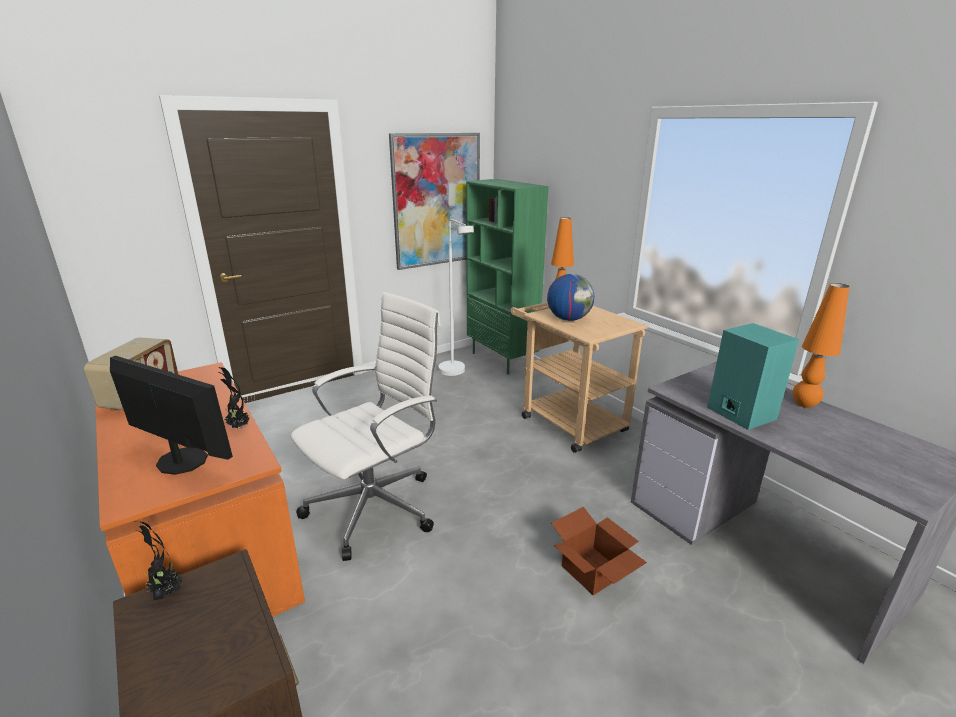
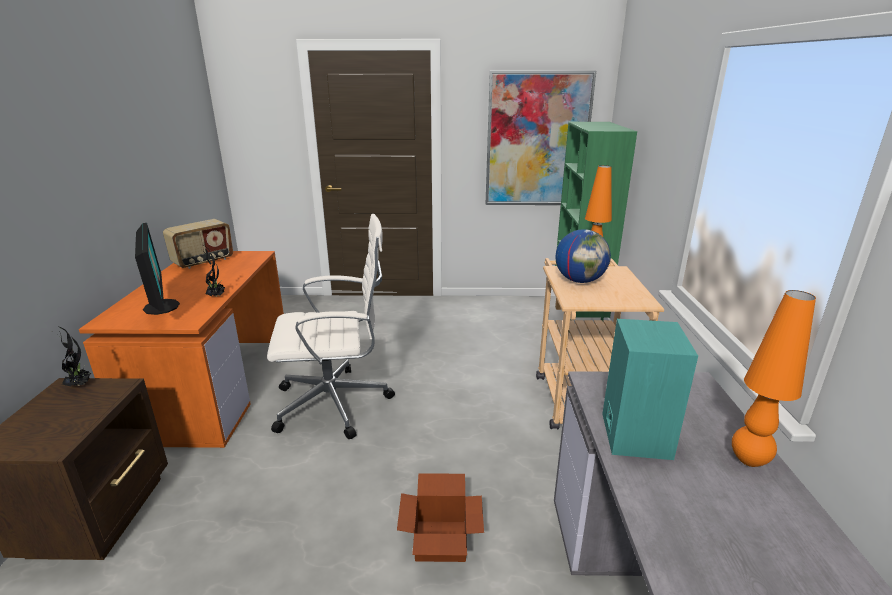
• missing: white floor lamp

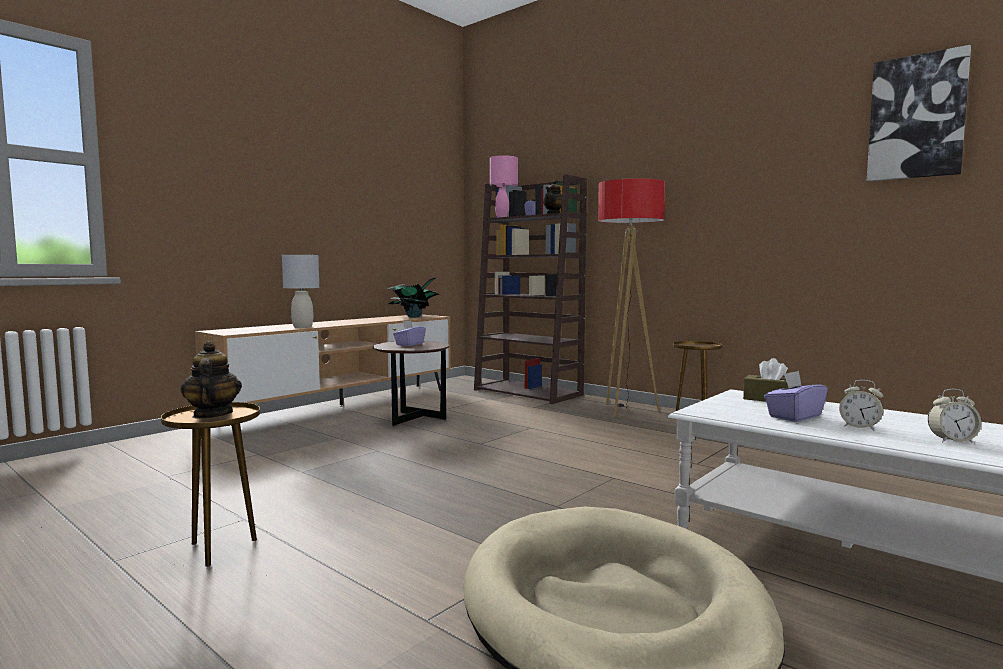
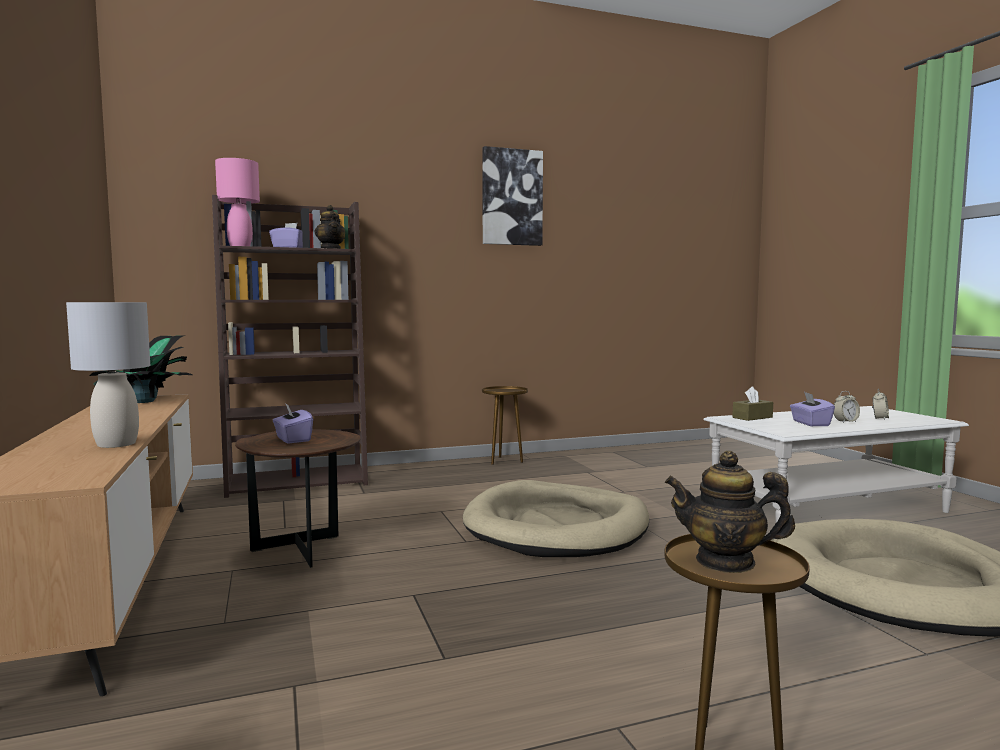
• relocated: picture
• missing: floor lamp
• appeared: beige dog bed (no. 1 from left)

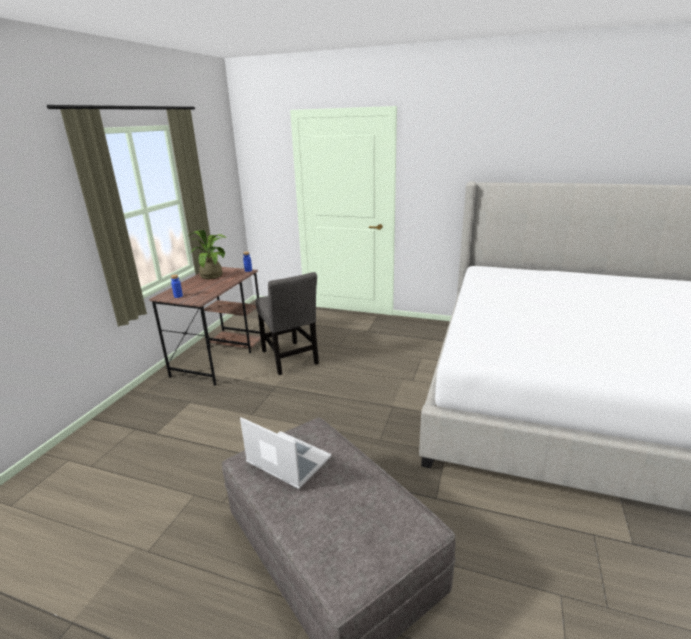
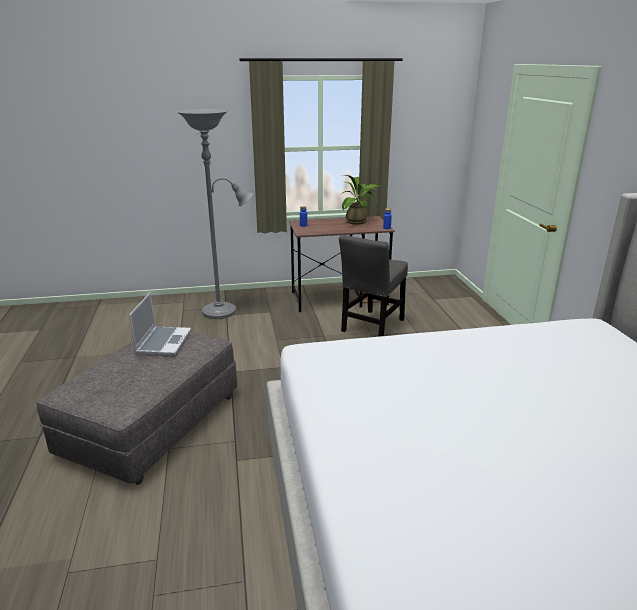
• appeared: grey floor lamp

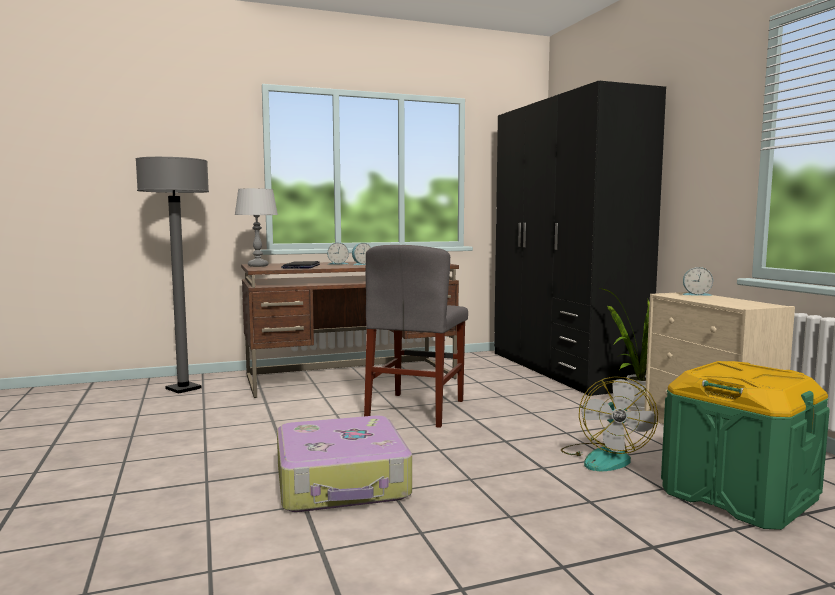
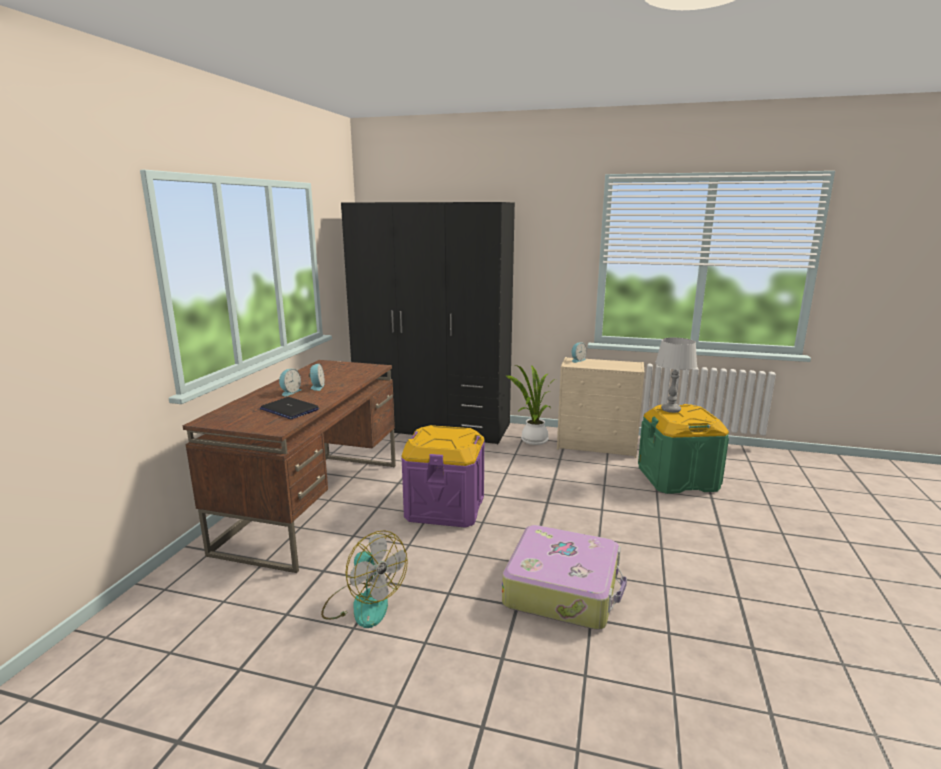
• missing: grey floor lamp
• relocated: grey table lamp
• exchanged: grey chair to purple storage box
• relocated: fan

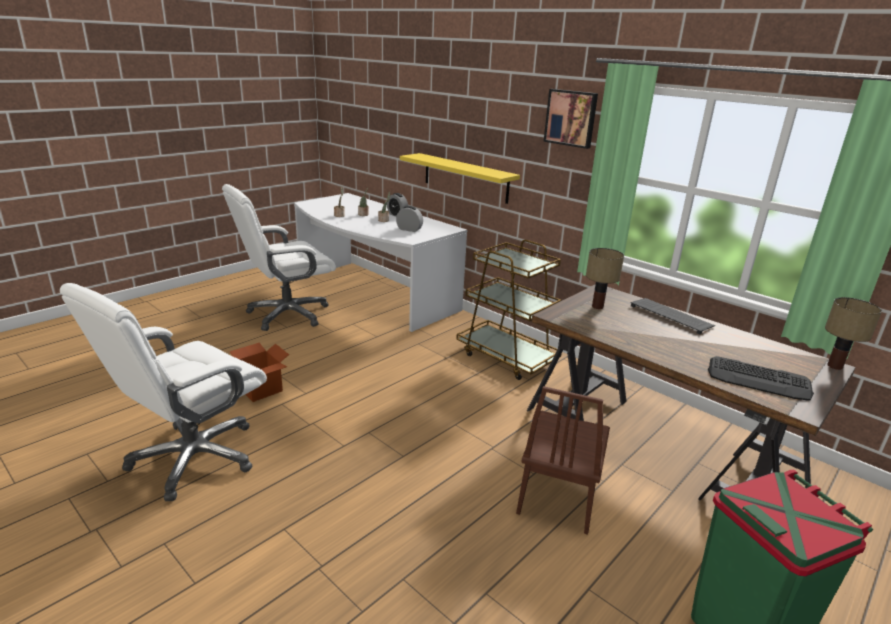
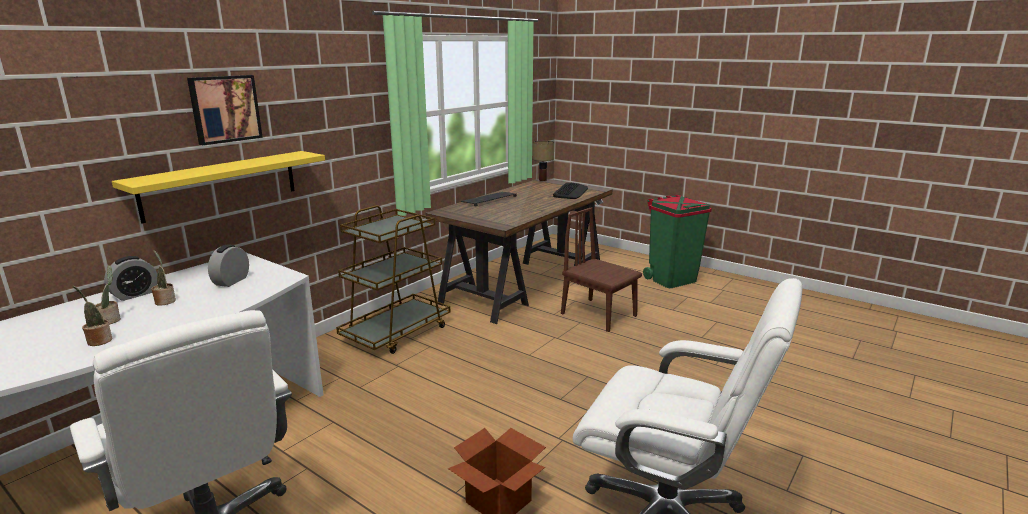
• relocated: picture
• missing: table lamp (no. 1 from left)
• spun: brown chair 150 degrees counterclockwise

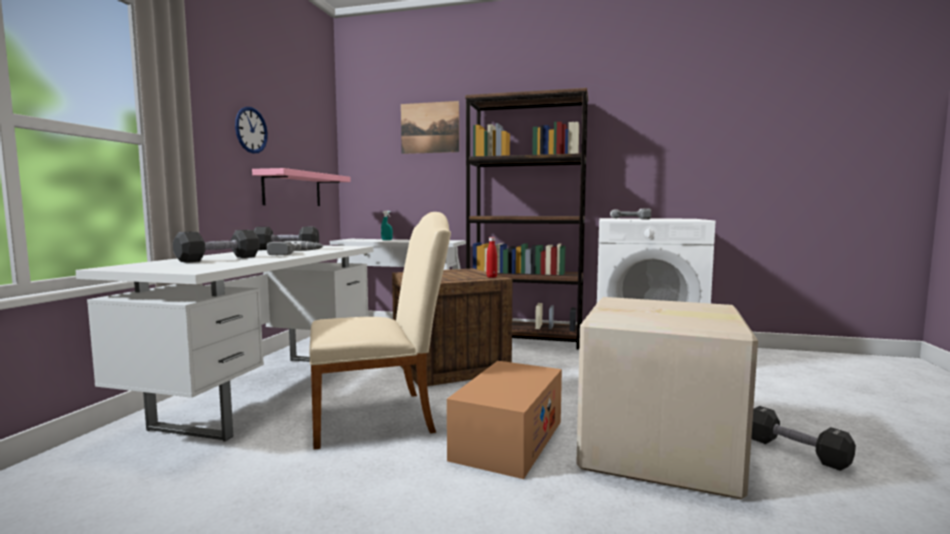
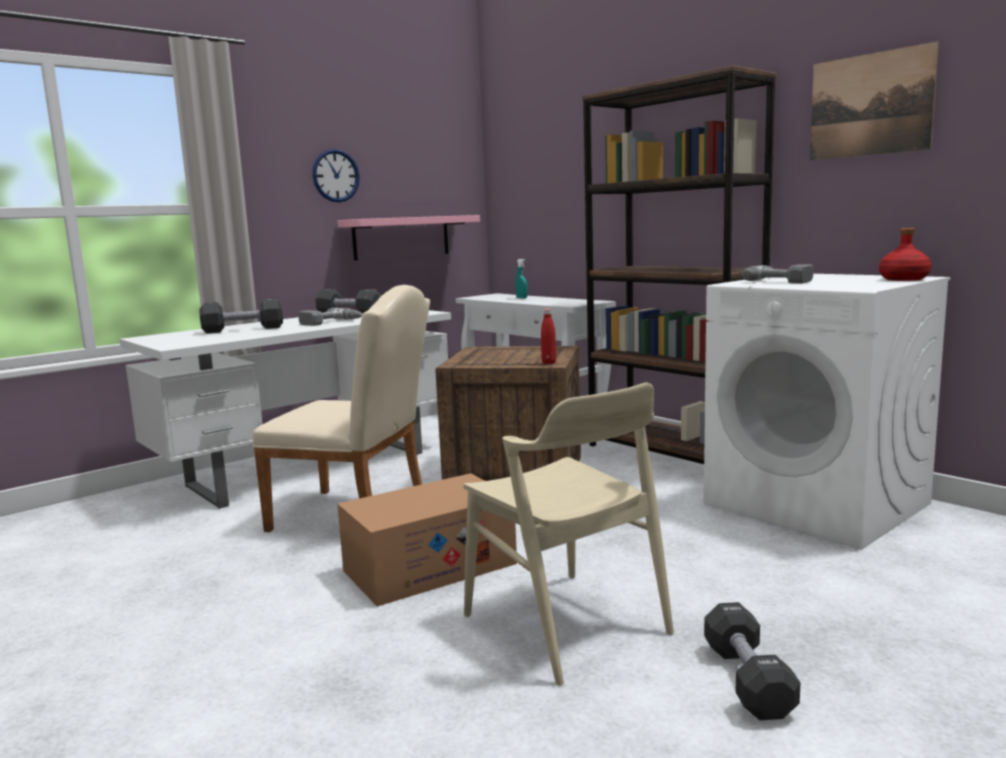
• relocated: picture
• exchanged: cardboard box (no. 2 from left) to beige chair (no. 2 from left)
• appeared: red bottle (no. 2 from left)

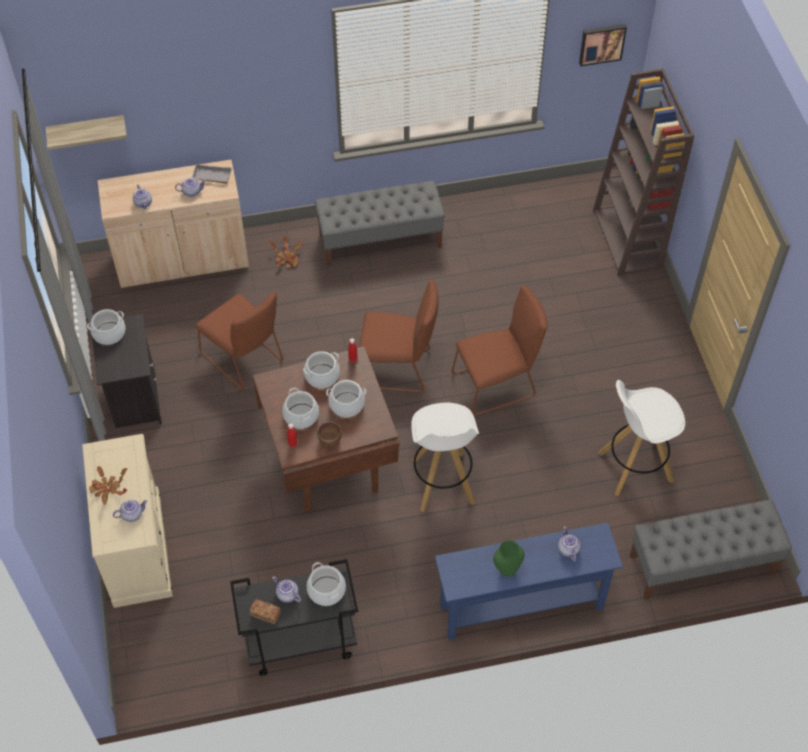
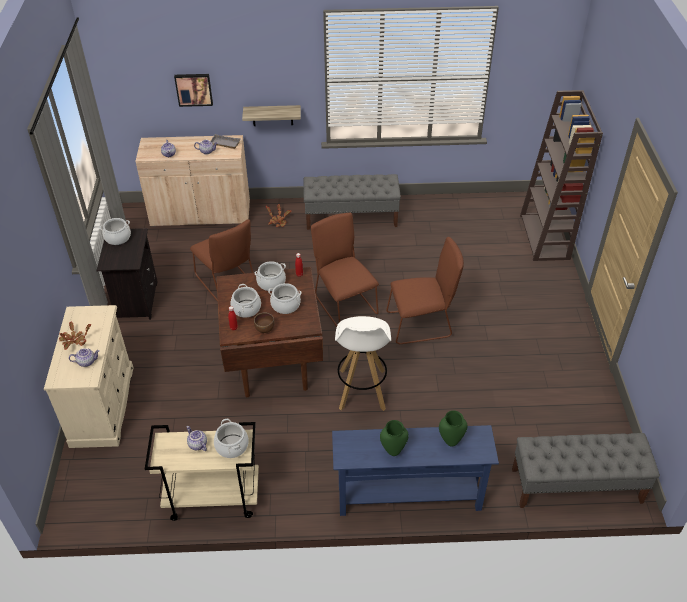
• relocated: picture
• relocated: shelf
• spun: brown chair (no. 2 from left) 135 degrees counterclockwise
• missing: white stool (no. 2 from left)
• exchanged: teapot (no. 5 from left) to green vase (no. 2 from left)
• colour: black cart to beige cart
• missing: bread

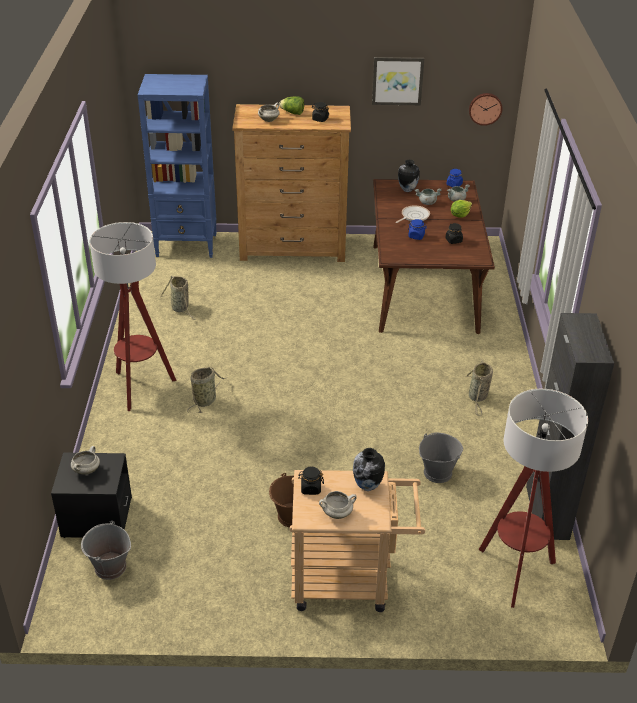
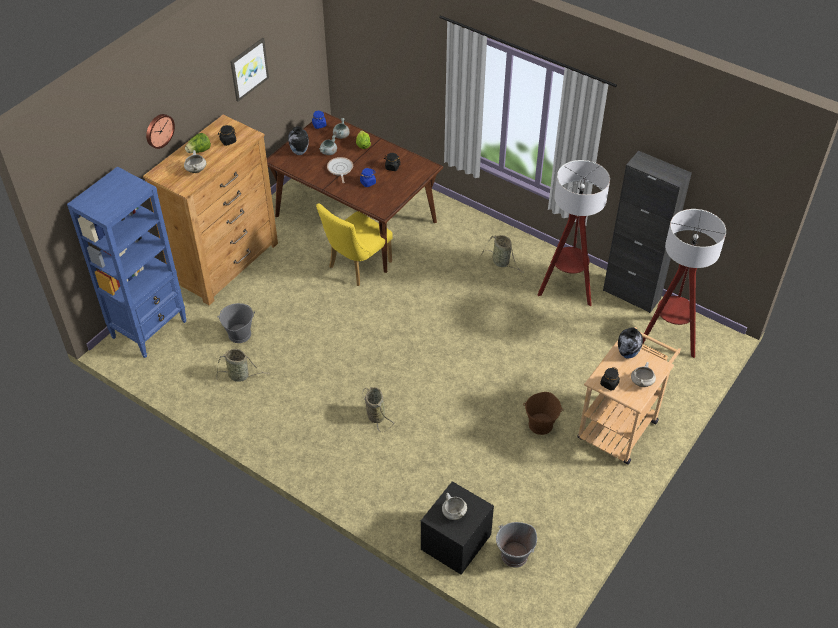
• relocated: wall clock
• relocated: floor lamp (no. 1 from left)
• relocated: grey bucket (no. 2 from left in the first image) to grey bucket (no. 1 from left)
• appeared: yellow chair

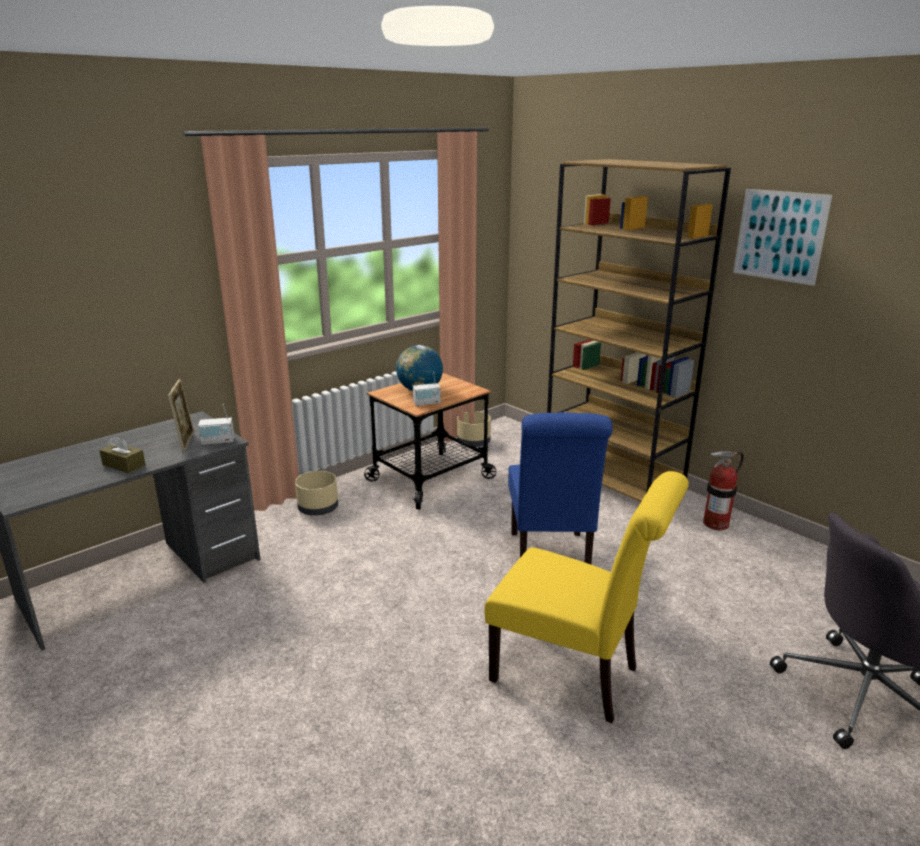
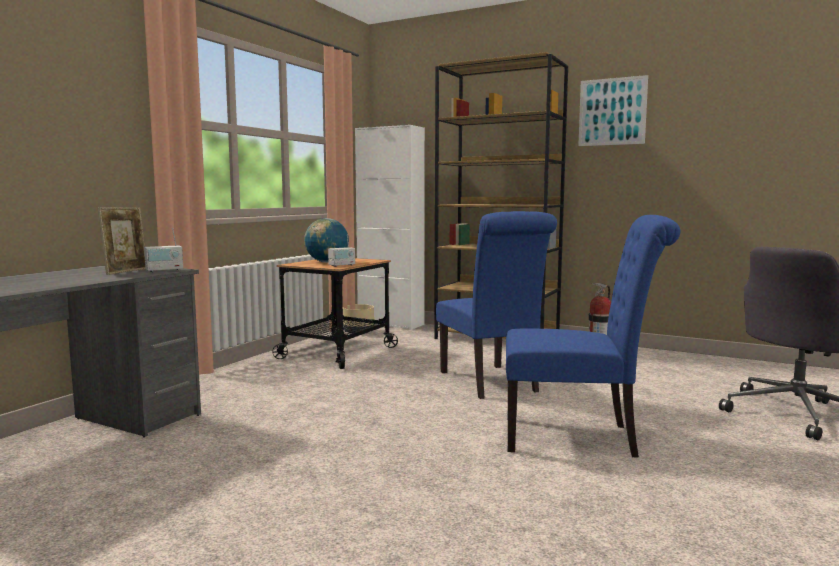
• spun: picture frame 45 degrees clockwise
• missing: brown tissue box
• missing: beige planter (no. 1 from left)
• colour: yellow chair to blue chair (no. 2 from left)
• appeared: white cabinet

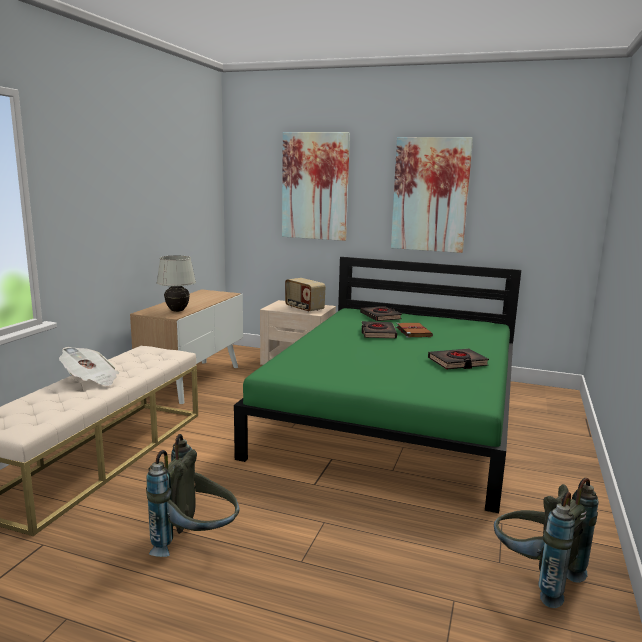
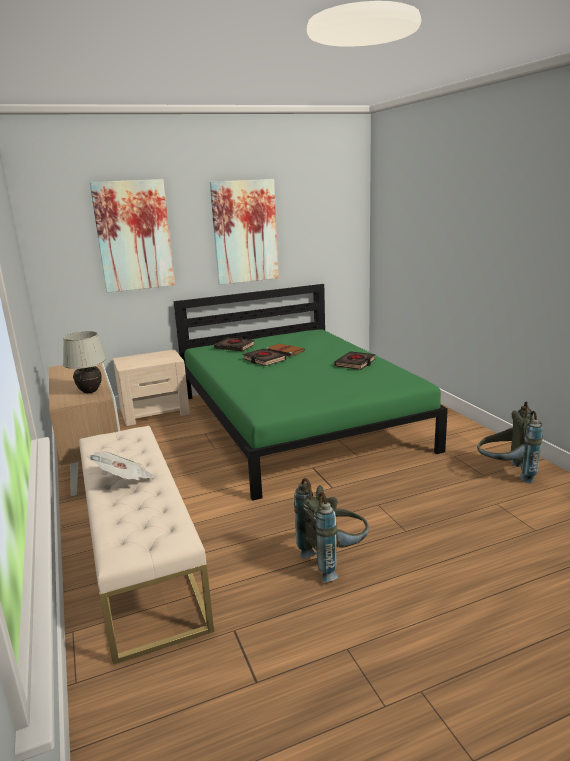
• missing: radio

